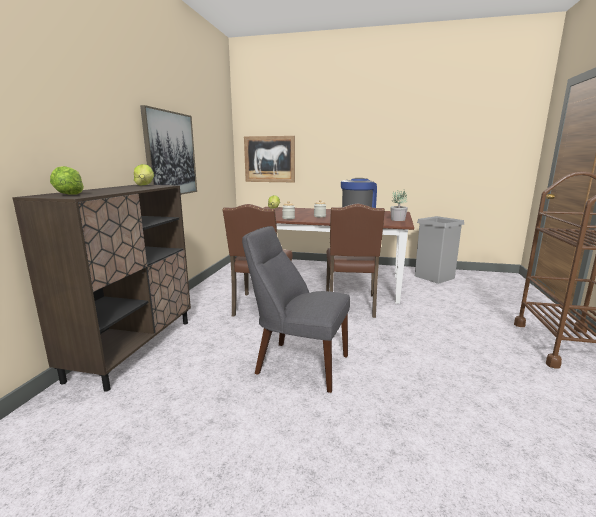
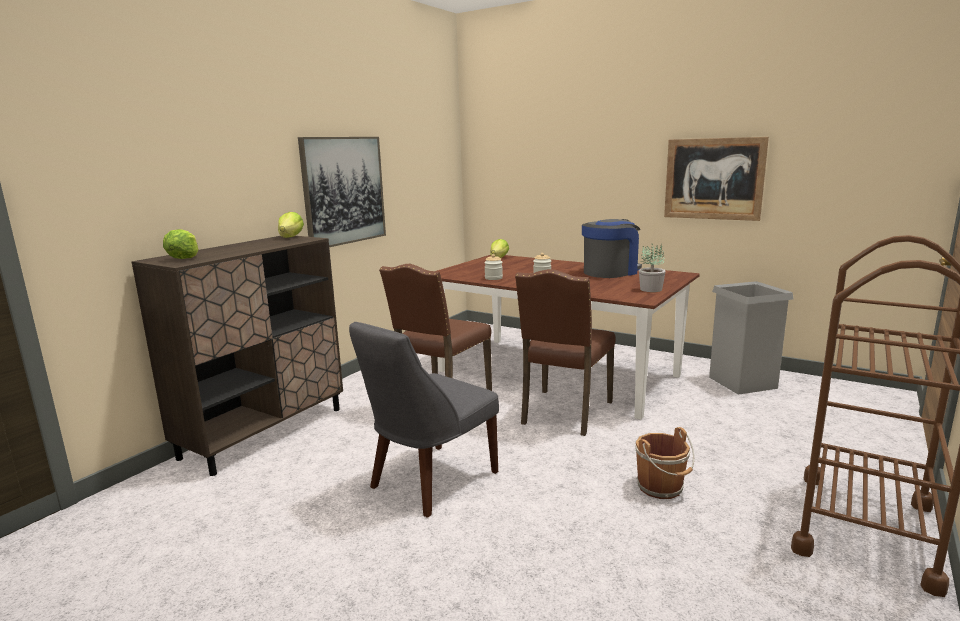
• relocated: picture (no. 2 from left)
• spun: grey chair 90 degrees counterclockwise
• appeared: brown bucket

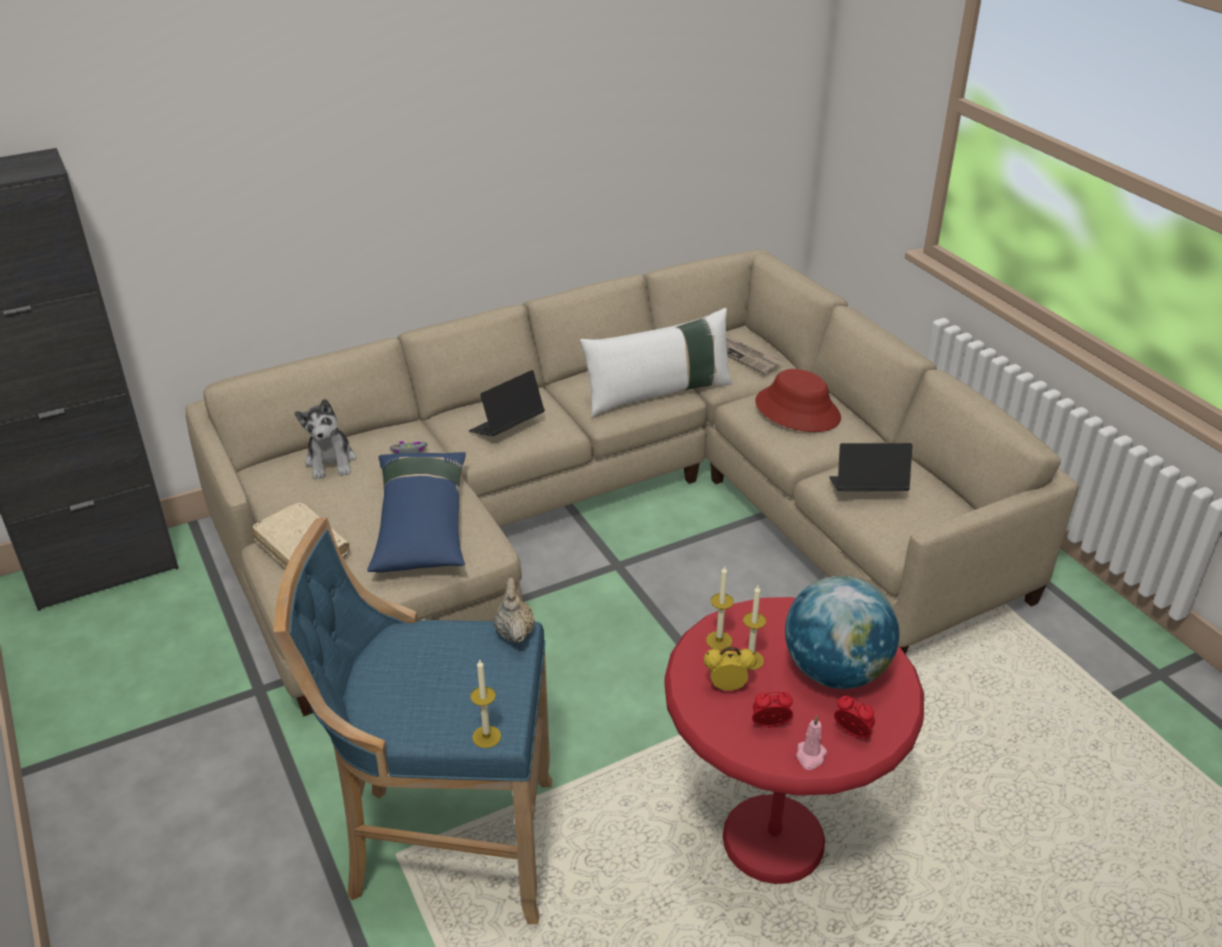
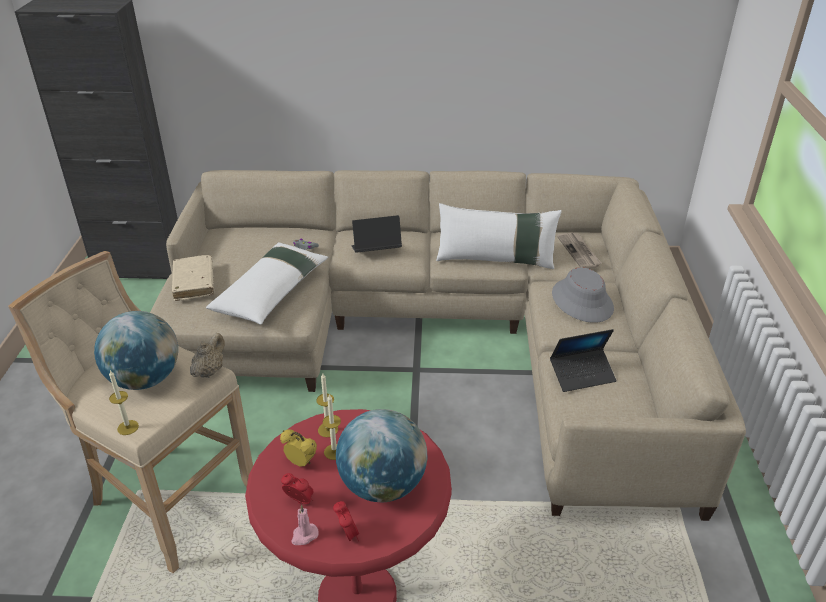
• colour: red hat to grey hat
• missing: plush toy
• spun: laptop (no. 2 from left) 135 degrees clockwise
• colour: blue pillow to white pillow (no. 1 from left)
• colour: blue stool to beige stool
• appeared: globe (no. 1 from left)

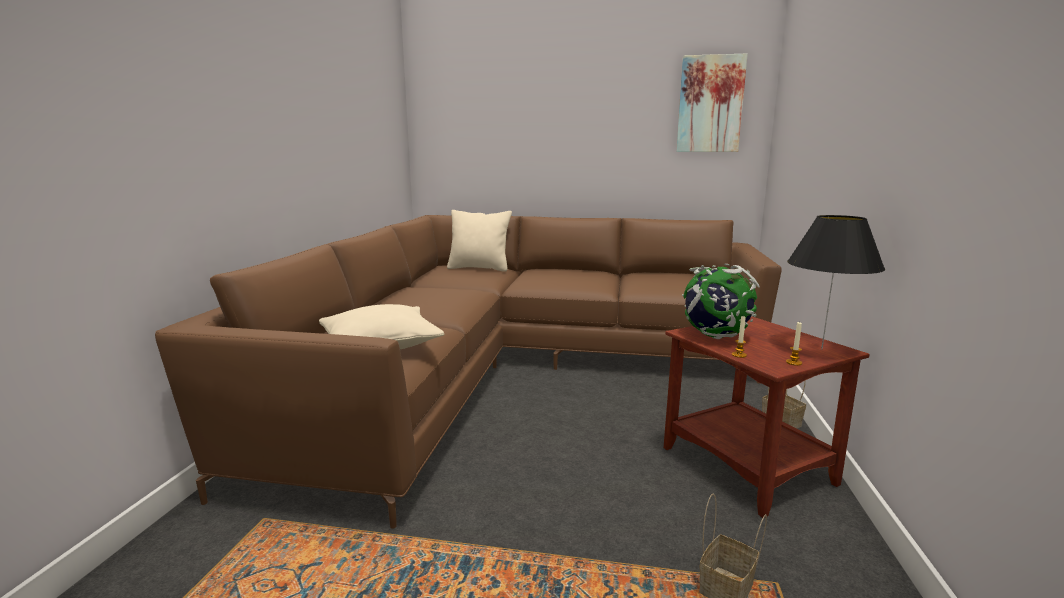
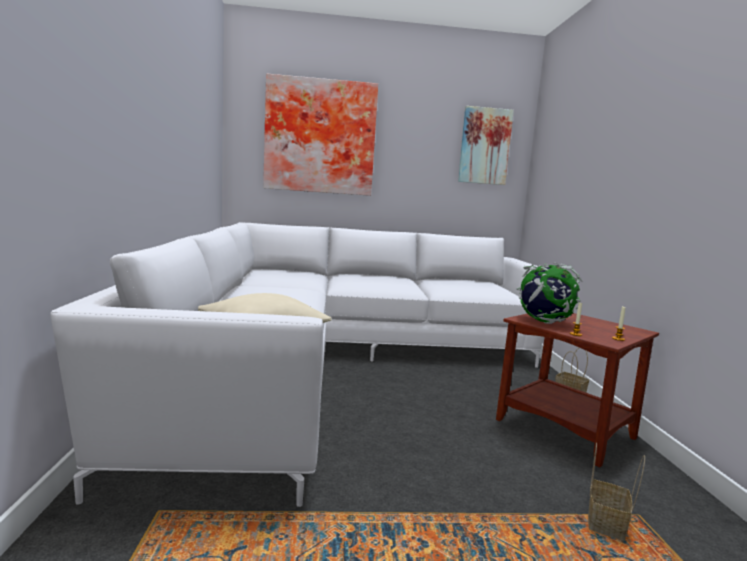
• missing: beige pillow (no. 2 from left)
• colour: brown sofa to white sofa
• missing: black table lamp
• appeared: picture (no. 1 from left)

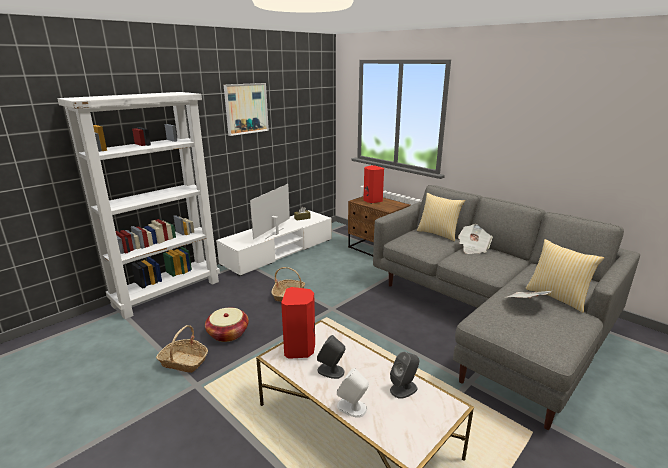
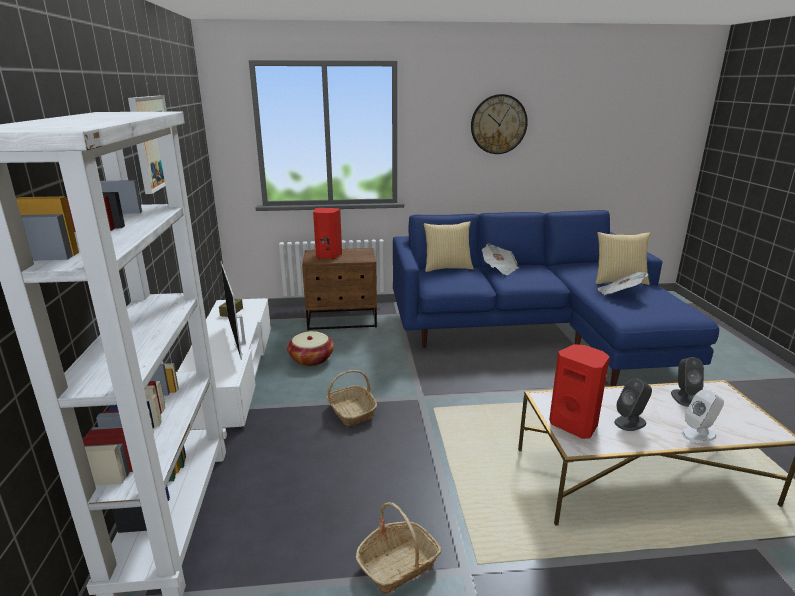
• colour: grey sofa to blue sofa
• relocated: basket (no. 2 from left in the first image) to basket (no. 1 from left)
• appeared: wall clock

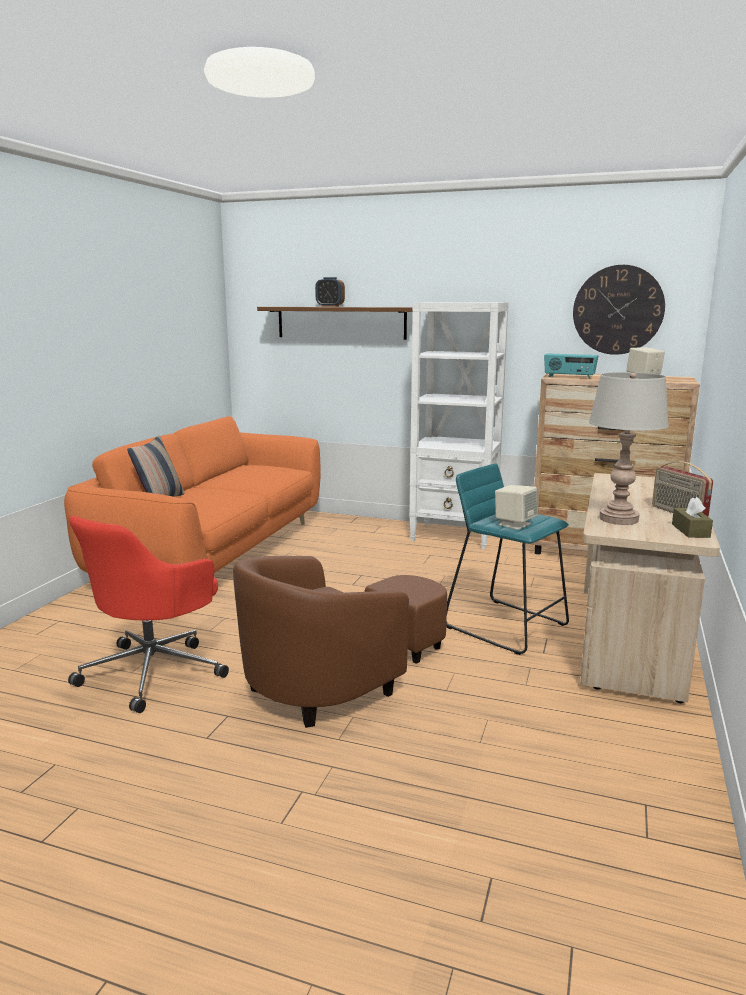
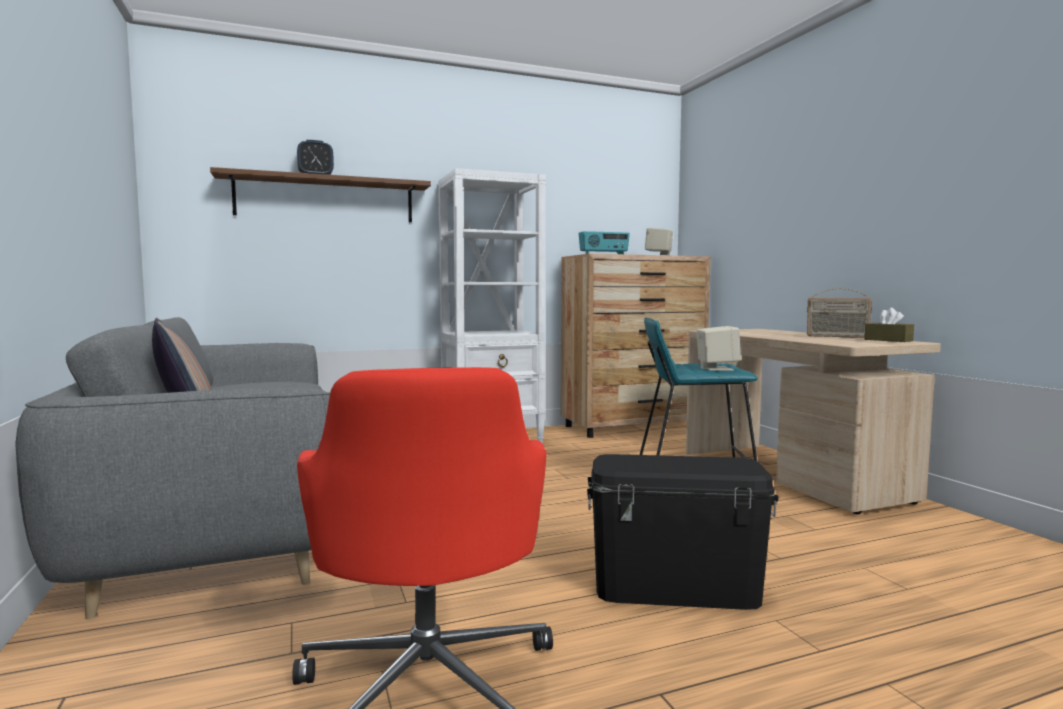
• missing: wall clock
• missing: grey table lamp
• colour: orange sofa to grey sofa
• exchanged: brown armchair to black storage box

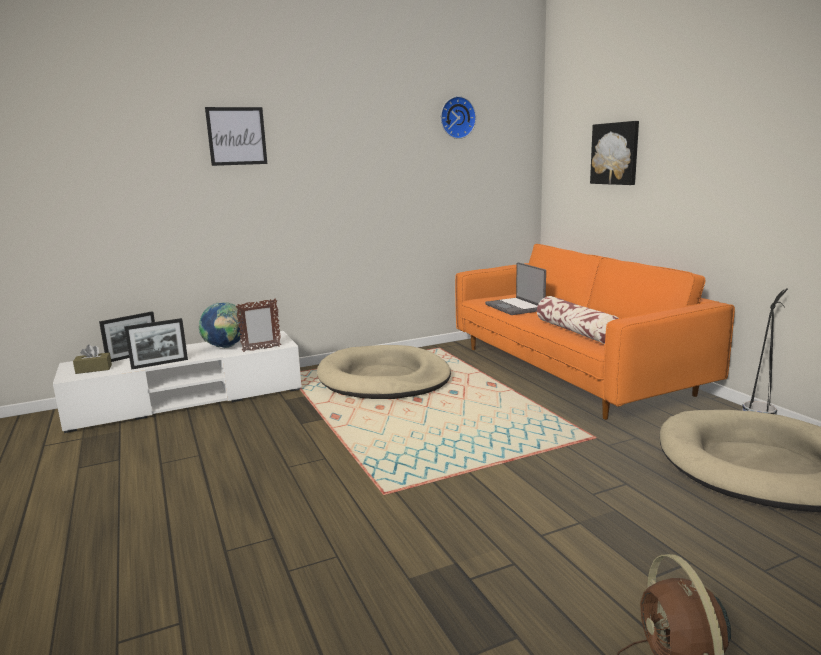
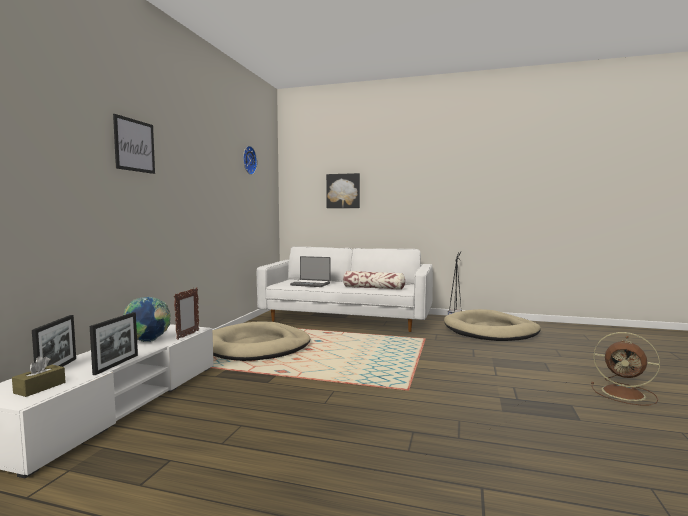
• colour: orange sofa to white sofa

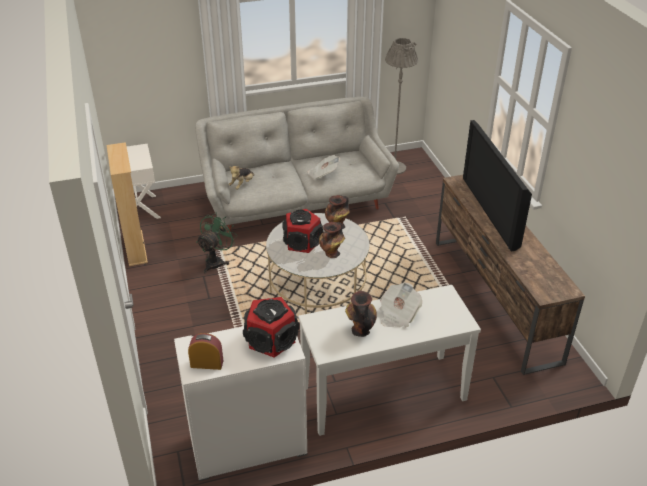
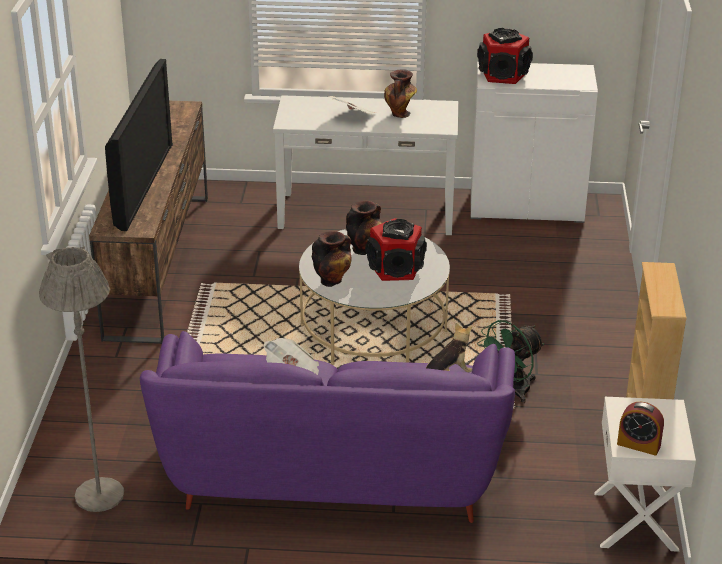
• colour: grey sofa to purple sofa
• relocated: alarm clock

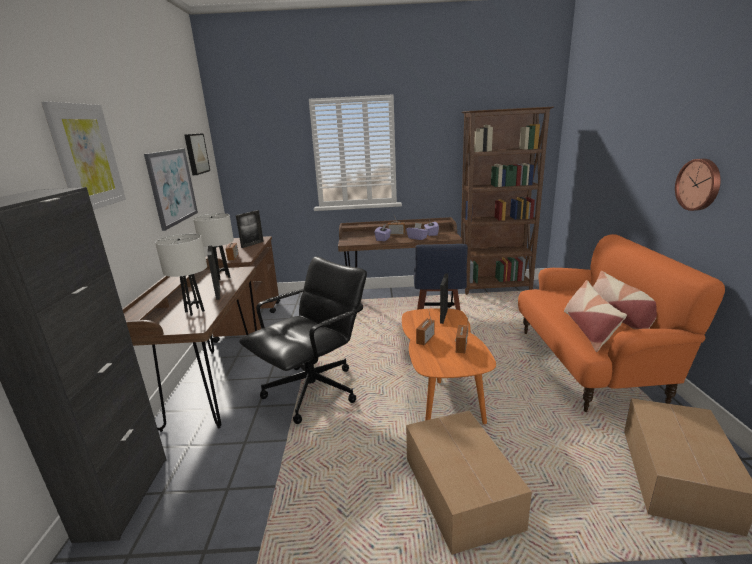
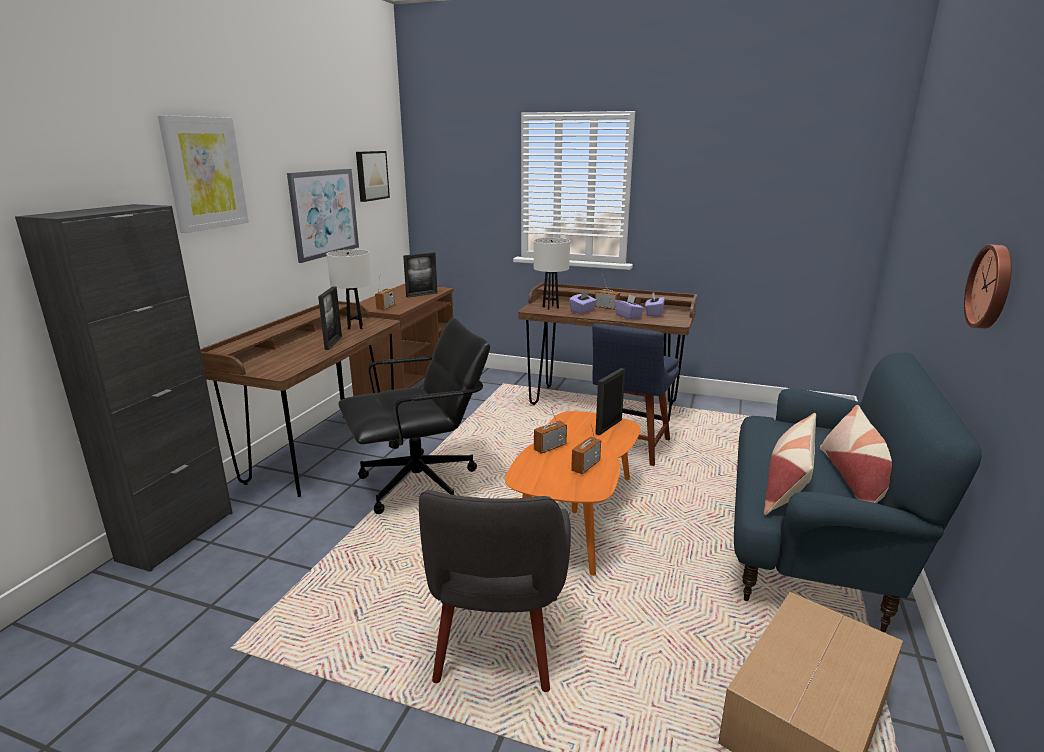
• missing: brown bookcase
• relocated: white table lamp (no. 1 from left in the first image) to white table lamp (no. 2 from left)
• colour: orange sofa to blue sofa
• exchanged: cardboard box (no. 1 from left) to grey armchair

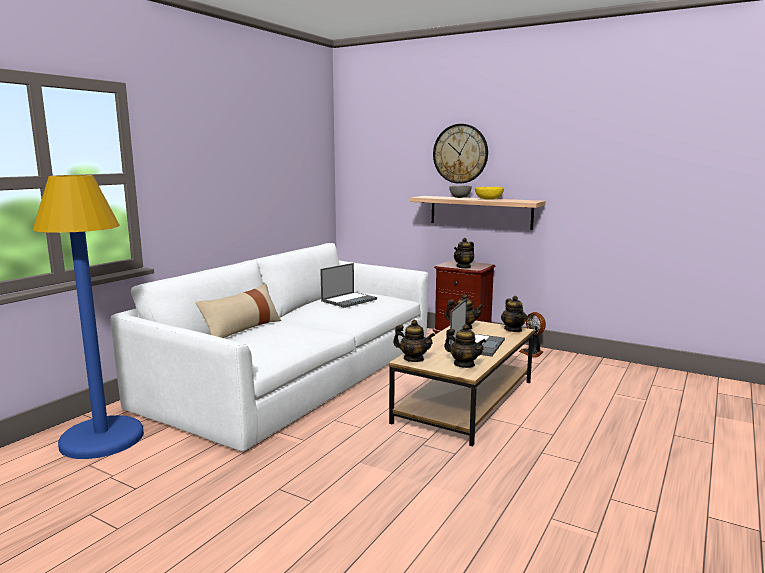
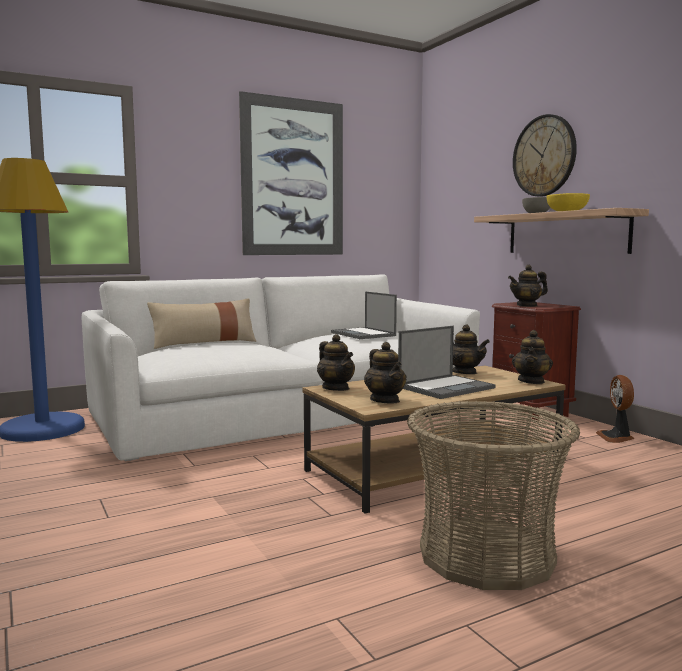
• spun: laptop (no. 1 from left) 75 degrees clockwise
• appeared: picture
• appeared: basket

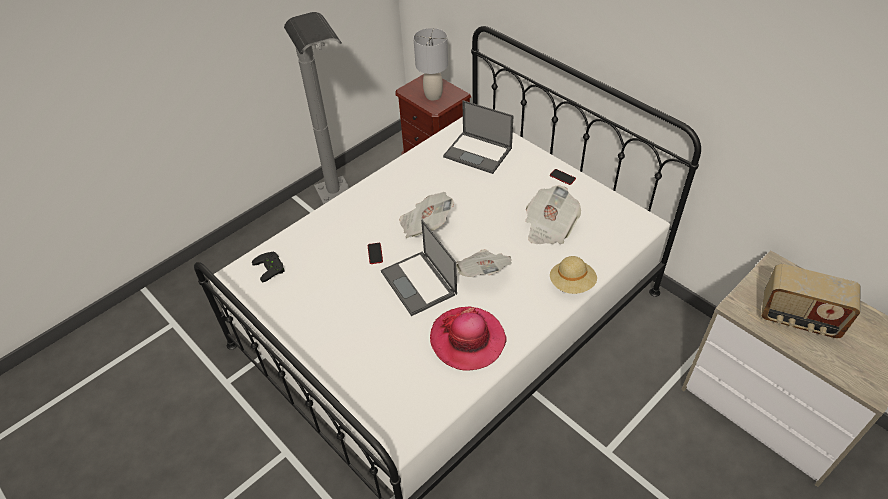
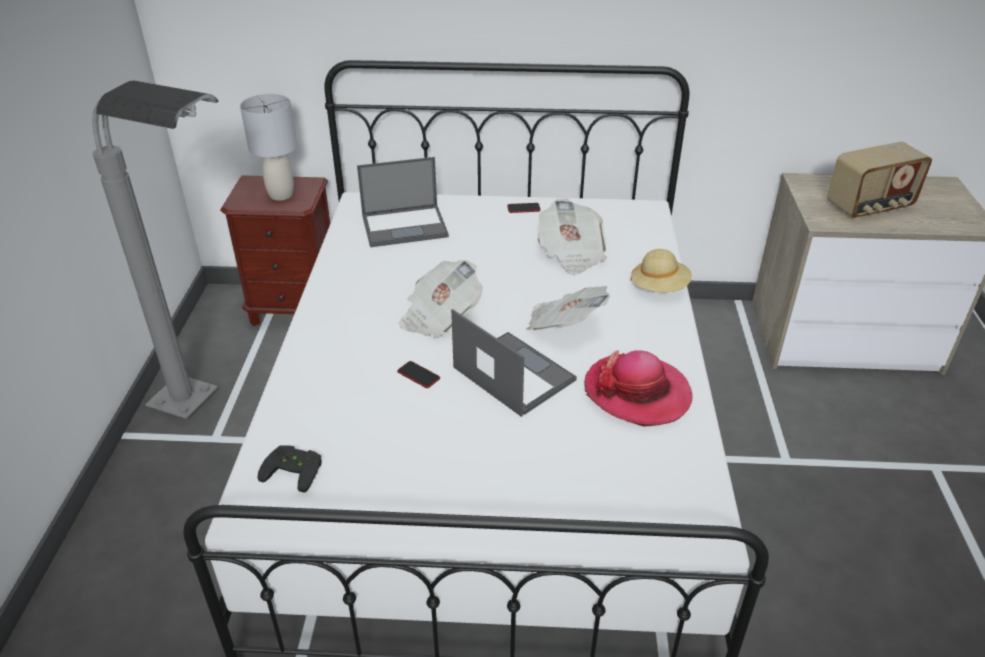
• spun: laptop (no. 1 from left in the first image) 150 degrees counterclockwise

